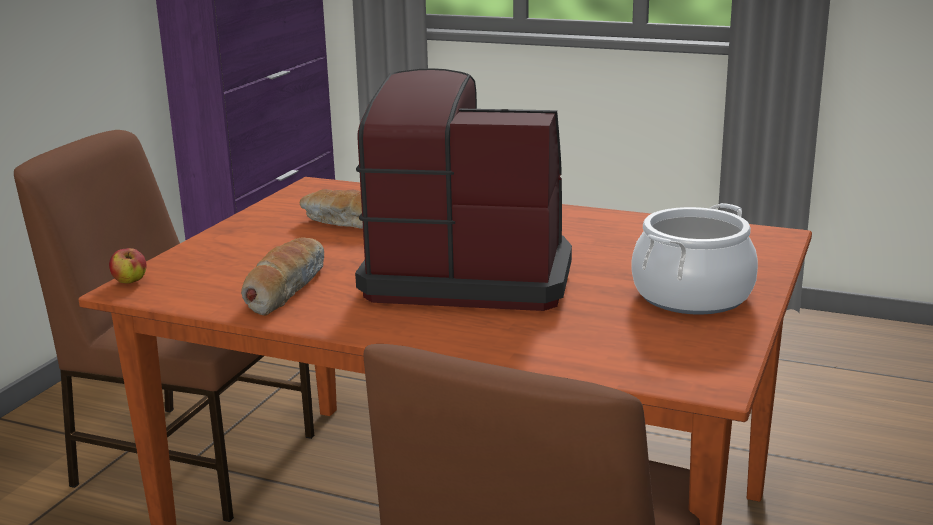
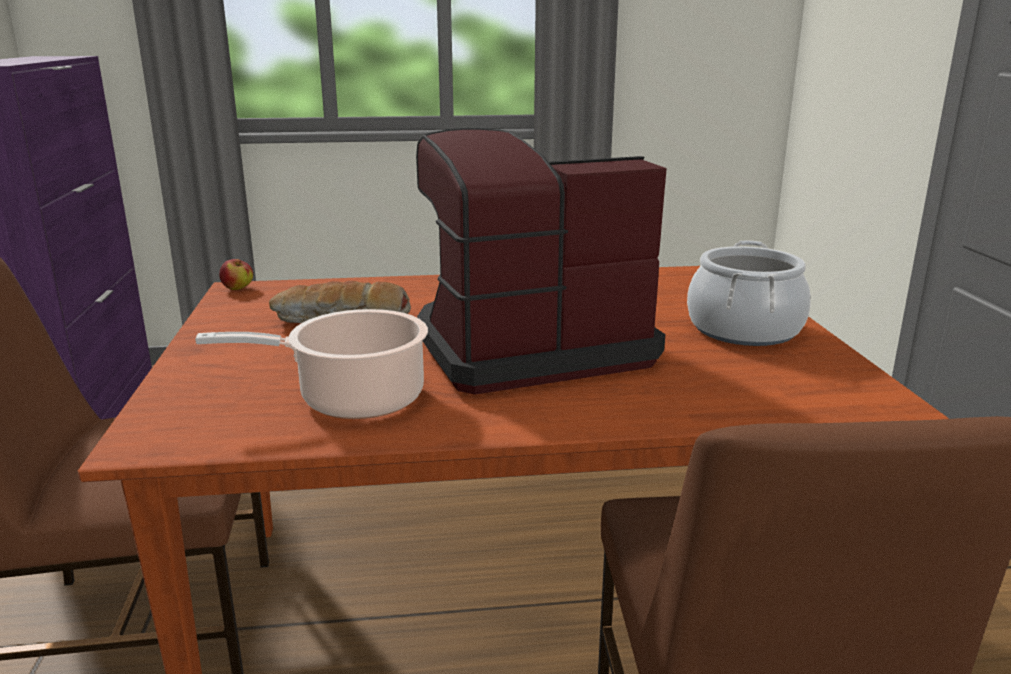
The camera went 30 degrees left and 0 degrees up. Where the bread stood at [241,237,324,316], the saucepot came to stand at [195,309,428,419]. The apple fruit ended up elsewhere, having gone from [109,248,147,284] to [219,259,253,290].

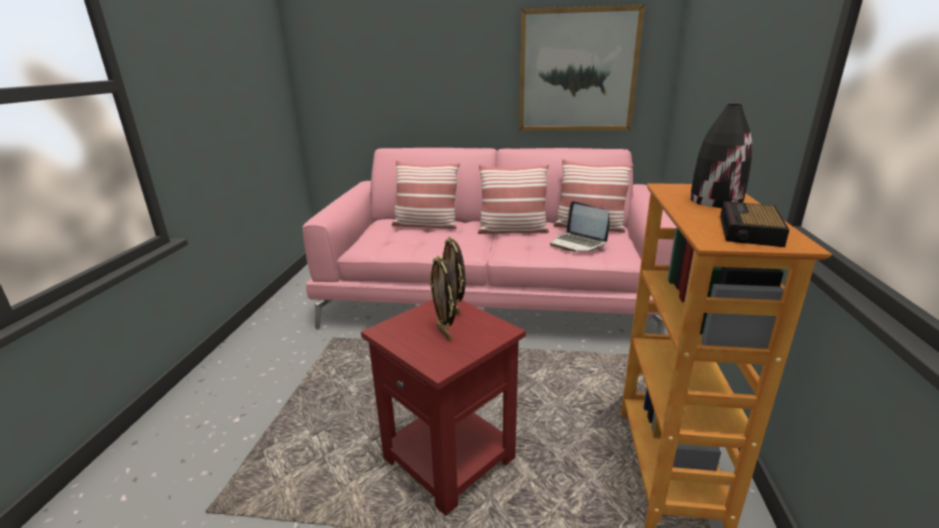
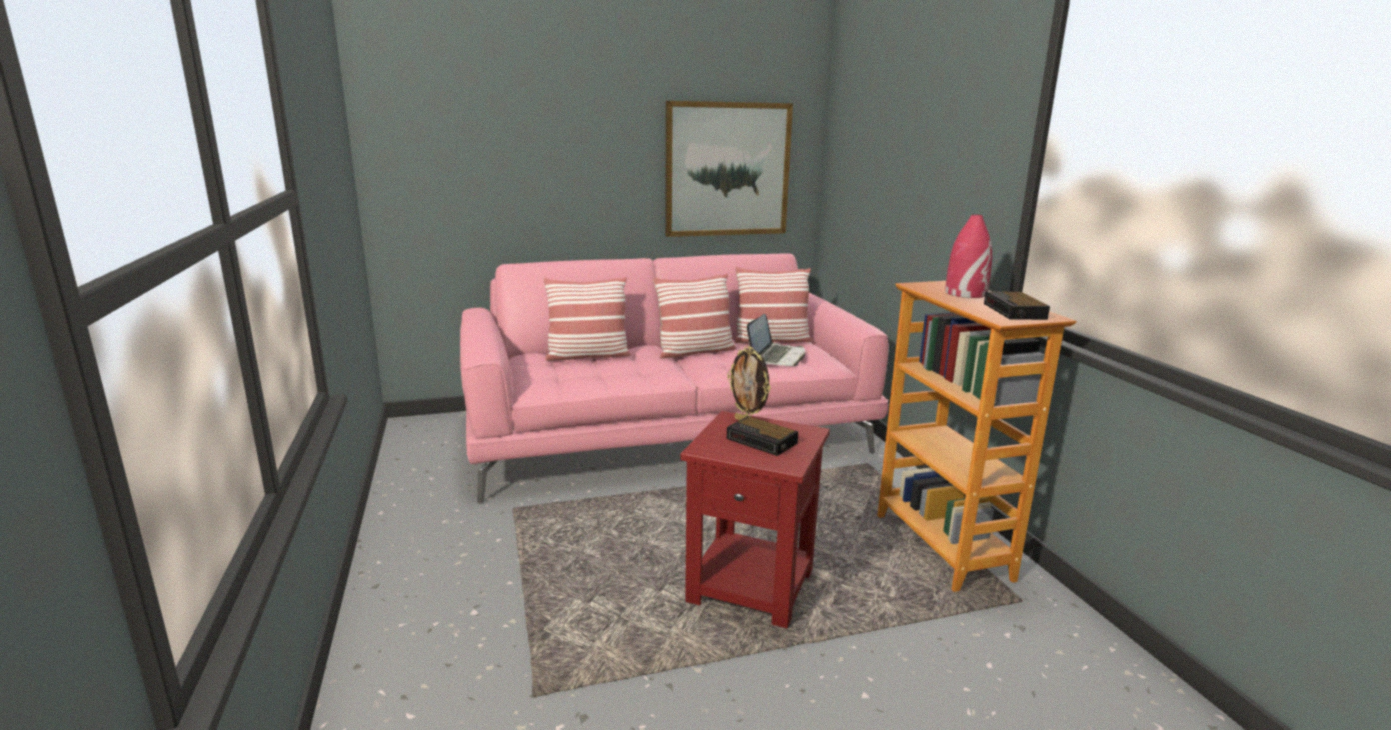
The camera went 25 degrees left and 5 degrees down. Where the picture frame stood at [429,255,456,341], the bedside clock came to stand at [727,416,798,456]. The notebook computer at [550,201,610,252] ended up facing another way, 90 degrees counterclockwise from before. What was the blackish decorative vase at [690,104,752,208] turned into the reddish decorative vase at [945,215,992,298].

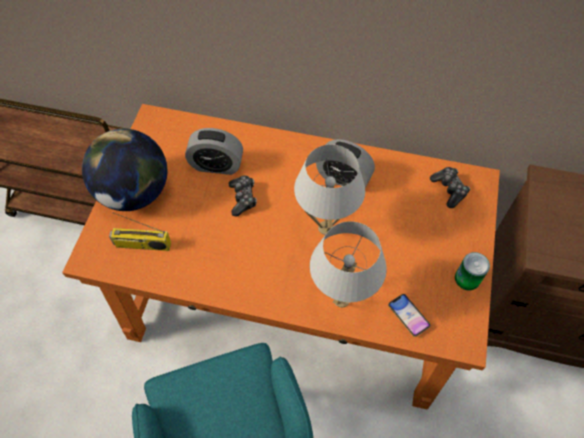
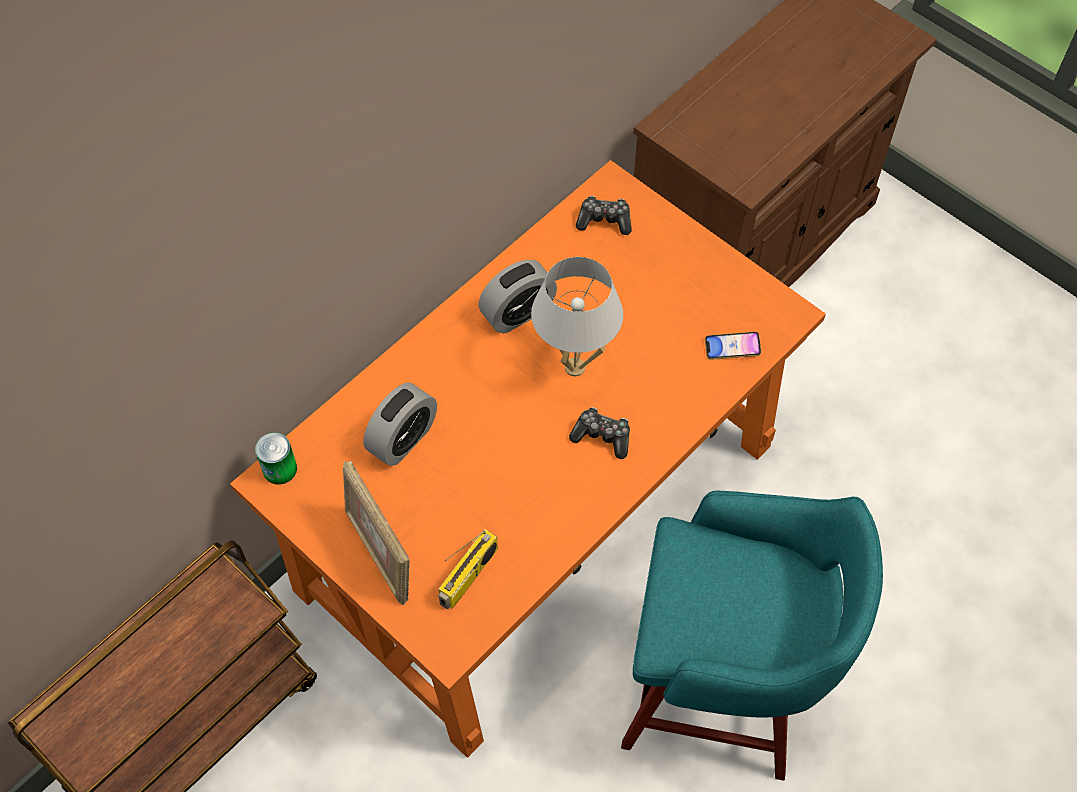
The camera went 60 degrees left and 0 degrees up. The metal can ended up elsewhere, having gone from [455,252,490,290] to [255,432,297,485]. Where the desk globe stood at [82,129,167,211], the picture frame came to stand at [343,461,410,605]. The gamepad ended up elsewhere, having gone from [229,175,257,216] to [569,407,630,459]. The second view lost the whitish table lamp at [310,221,387,308].

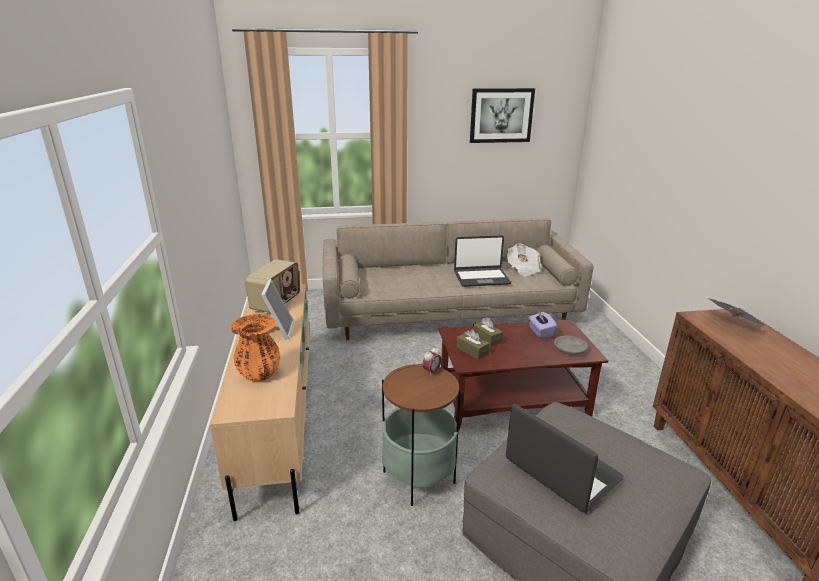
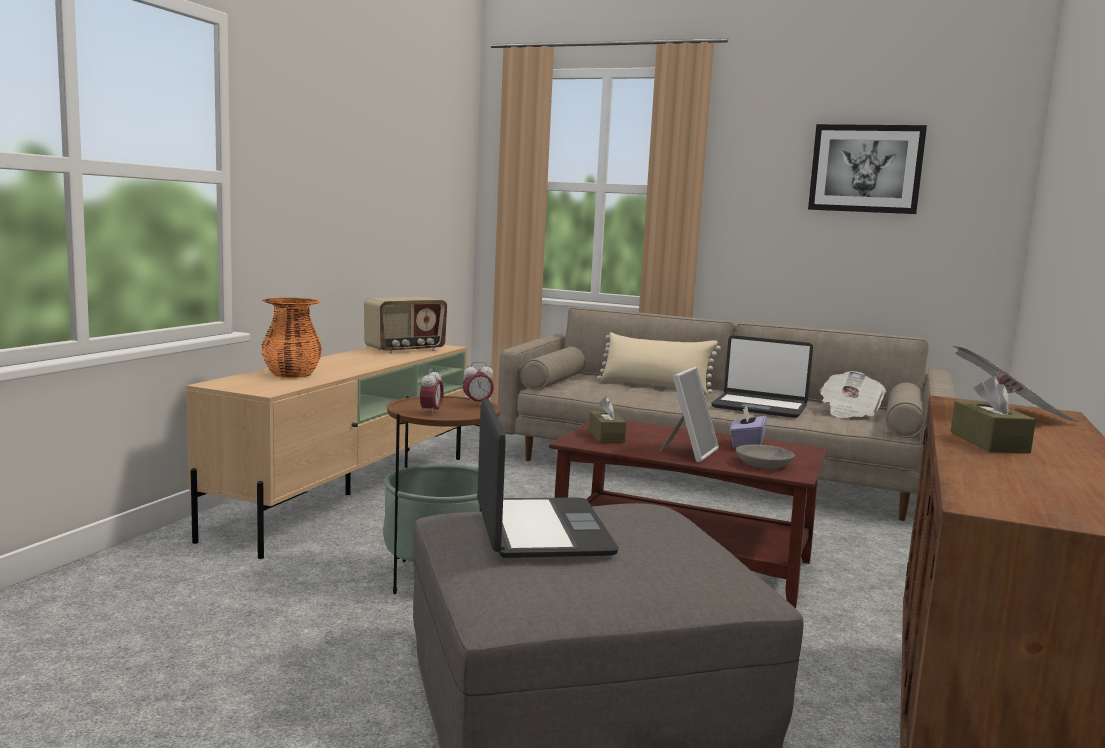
The camera went 30 degrees right and 15 degrees down. The second view gained the bedside clock at [420,367,444,415]. The second view gained the sand-coloured pillow at [597,332,721,395]. The picture frame ended up elsewhere, having gone from [261,279,294,340] to [659,367,719,462]. The brown-coloured tissue holder ended up elsewhere, having gone from [473,317,503,347] to [951,377,1036,454].

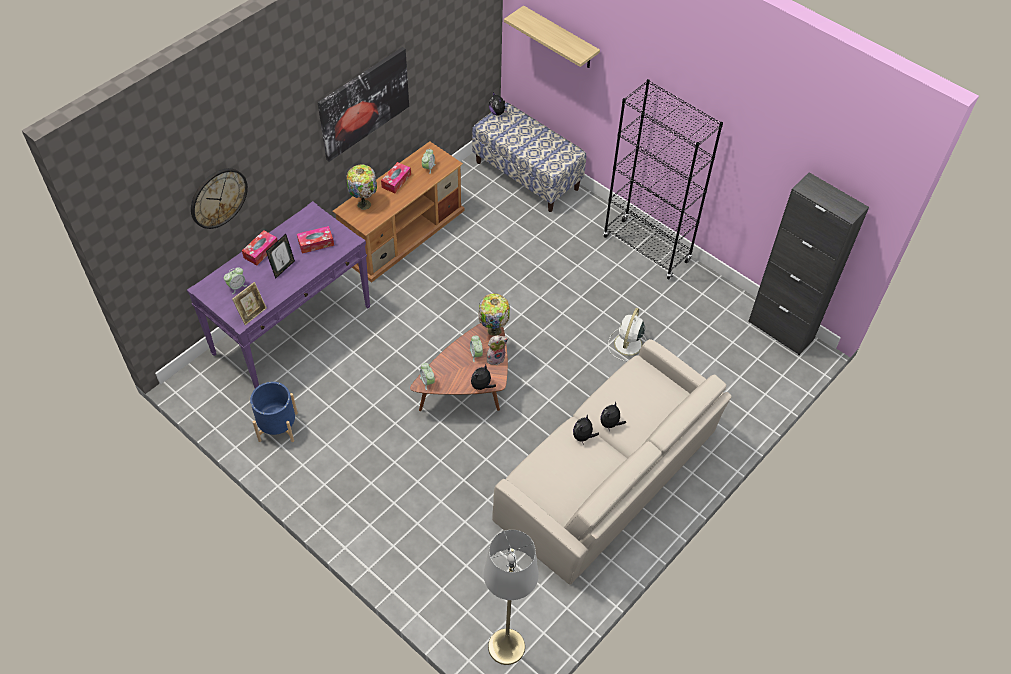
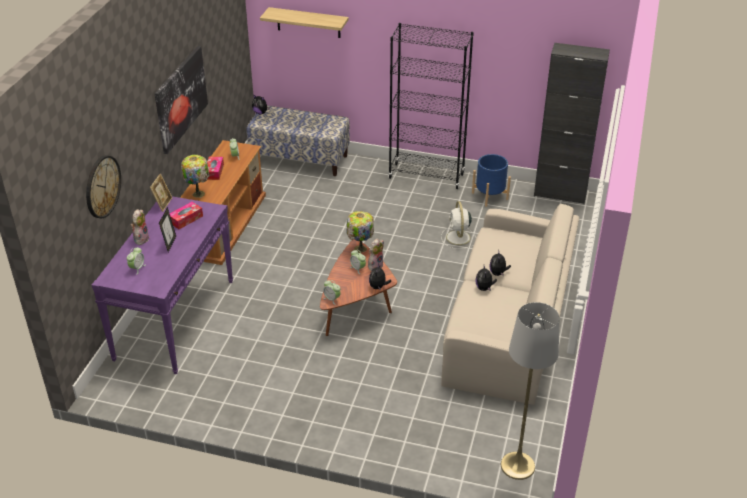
The camera went 25 degrees left and 15 degrees down. Where the tissue holder stood at [242,230,278,265], the soft toy came to stand at [131,209,149,245]. The picture frame ended up elsewhere, having gone from [232,282,267,325] to [150,174,173,212]. The bluish plant pot ended up elsewhere, having gone from [250,382,298,442] to [472,154,511,207].

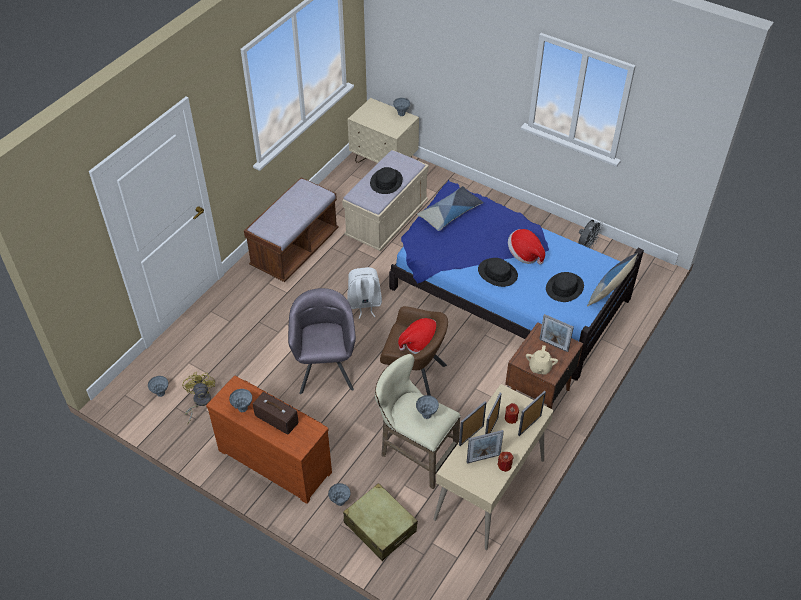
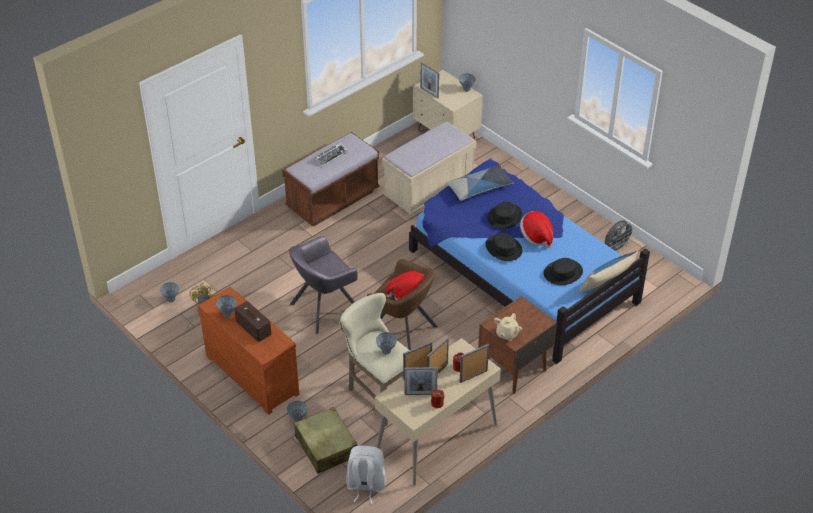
The camera went 15 degrees right and 5 degrees down. The gray easy chair at [288,288,356,394] ended up facing another way, 135 degrees counterclockwise from before. The second view gained the PC keyboard at [314,142,348,167]. The whitish backpack ended up elsewhere, having gone from [347,267,382,319] to [347,445,386,504]. The picture frame ended up elsewhere, having gone from [539,314,574,352] to [420,62,439,98]. The blackish clothing hat ended up elsewhere, having gone from [370,167,403,194] to [487,202,522,229].

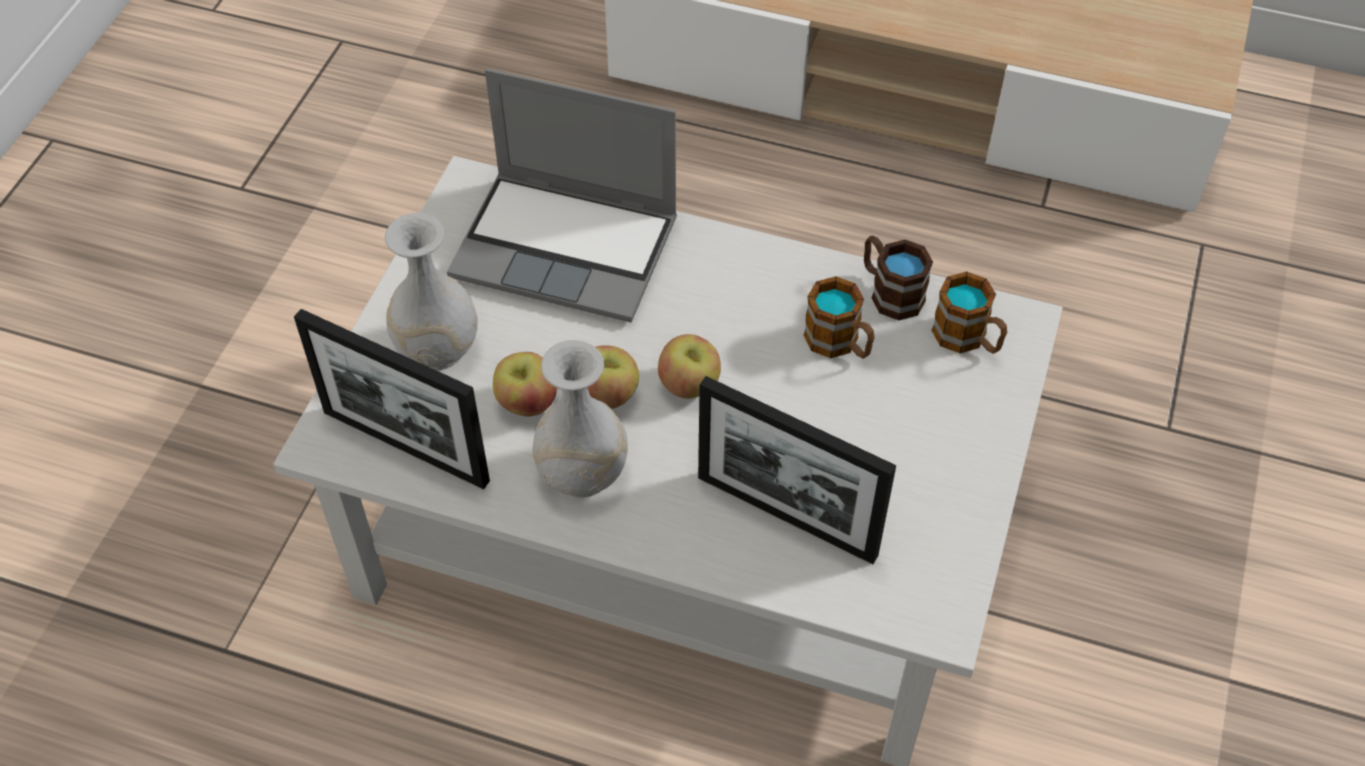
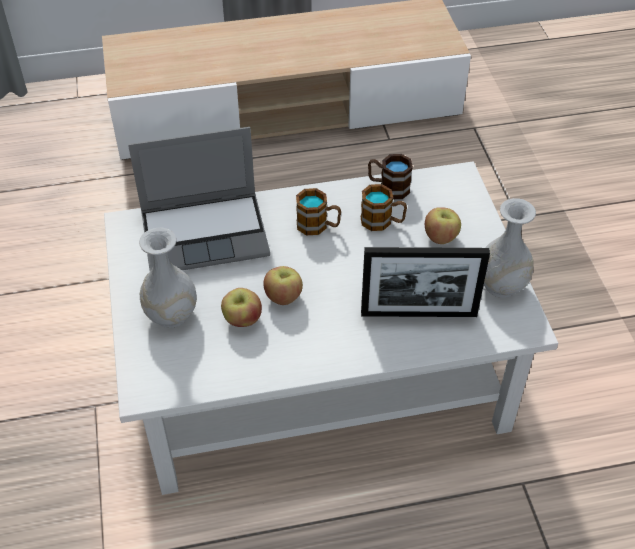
The camera went 30 degrees left and 5 degrees down. The tea mug ended up elsewhere, having gone from [931,271,1007,354] to [296,188,341,235]. The apple fruit ended up elsewhere, having gone from [658,334,721,399] to [425,207,461,244]. The whitish decorative vase ended up elsewhere, having gone from [533,340,628,497] to [484,198,536,298]. The second view lost the picture frame at [294,309,490,489].

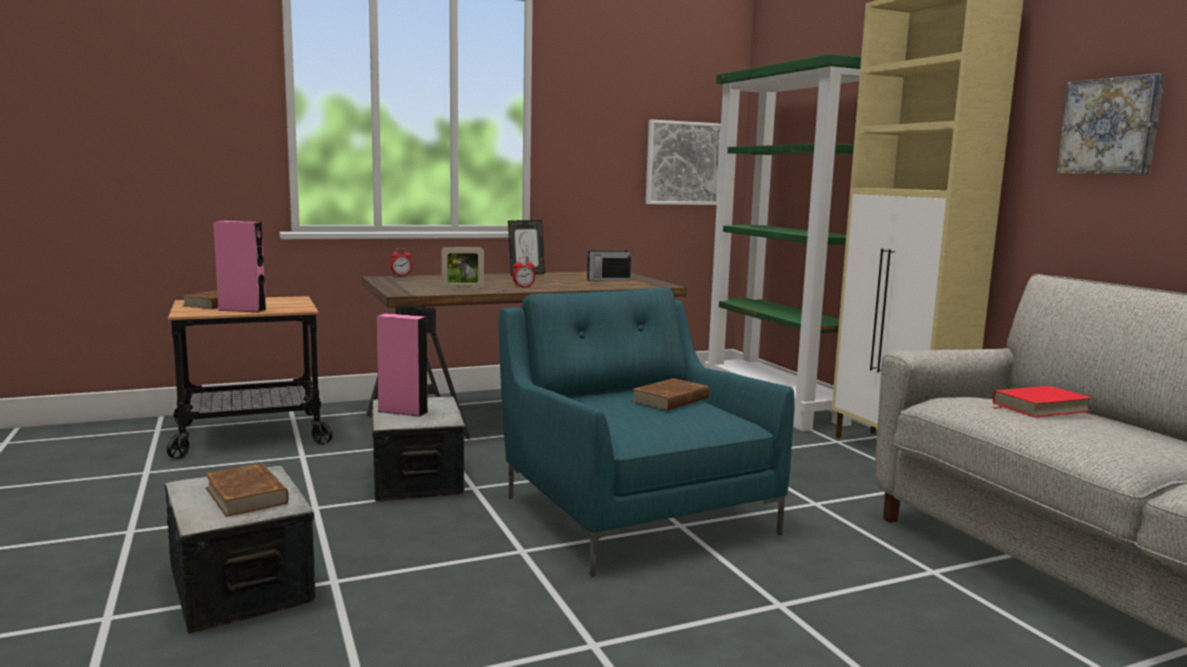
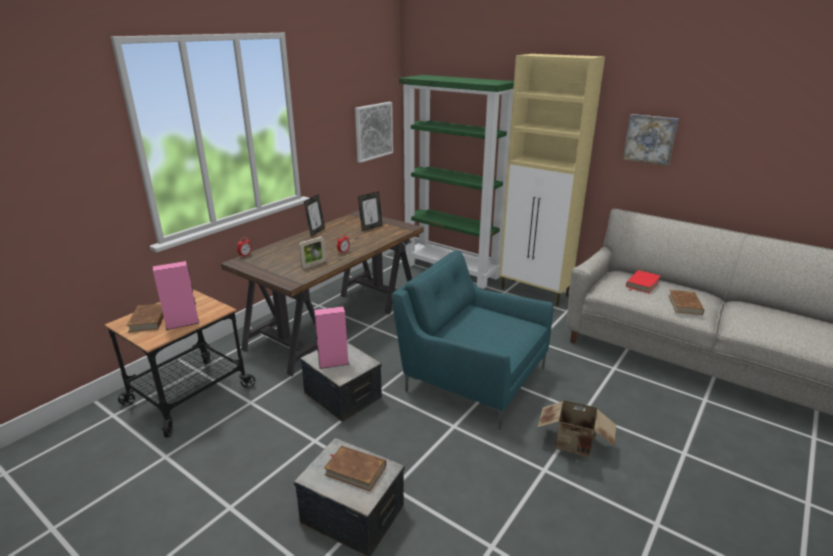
The camera went 30 degrees left and 15 degrees up. Where the radio receiver stood at [586,243,631,281], the picture frame came to stand at [358,191,383,231]. The second view gained the cardboard box at [538,400,616,457]. The brown-coloured bound book ended up elsewhere, having gone from [632,378,709,410] to [668,290,704,315].

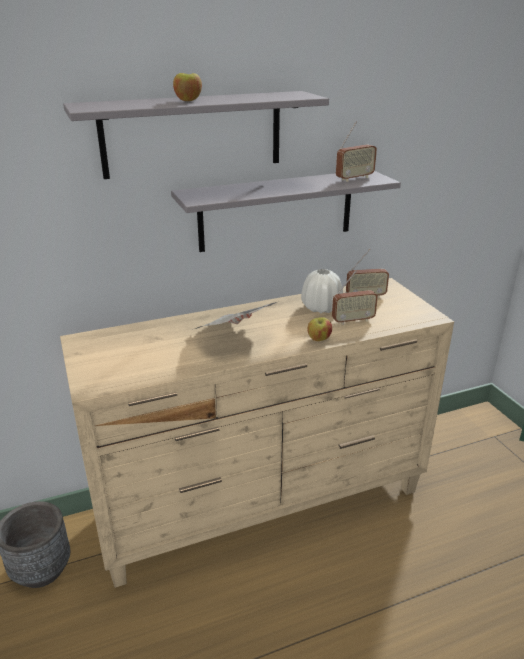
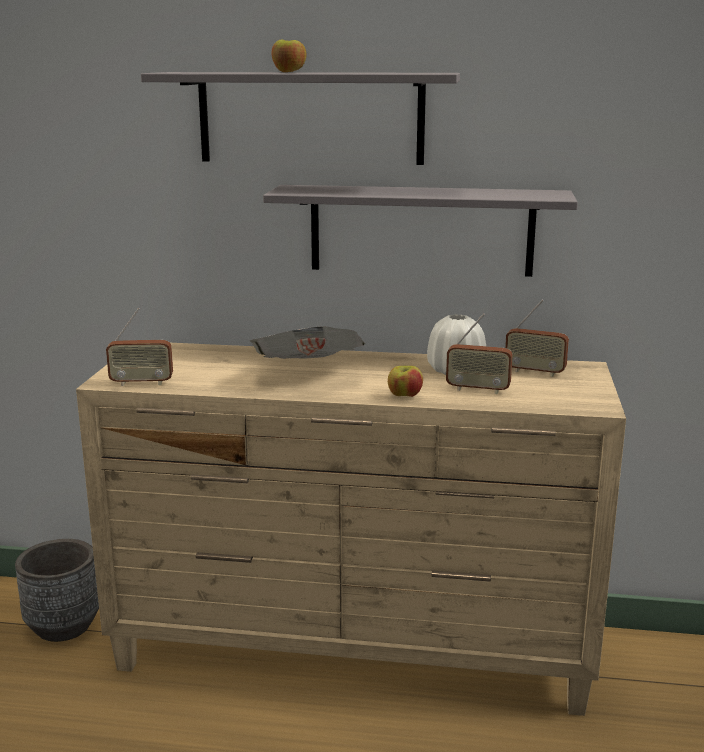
The camera went 30 degrees right and 10 degrees down. The radio receiver ended up elsewhere, having gone from [336,122,377,182] to [106,308,173,386].

